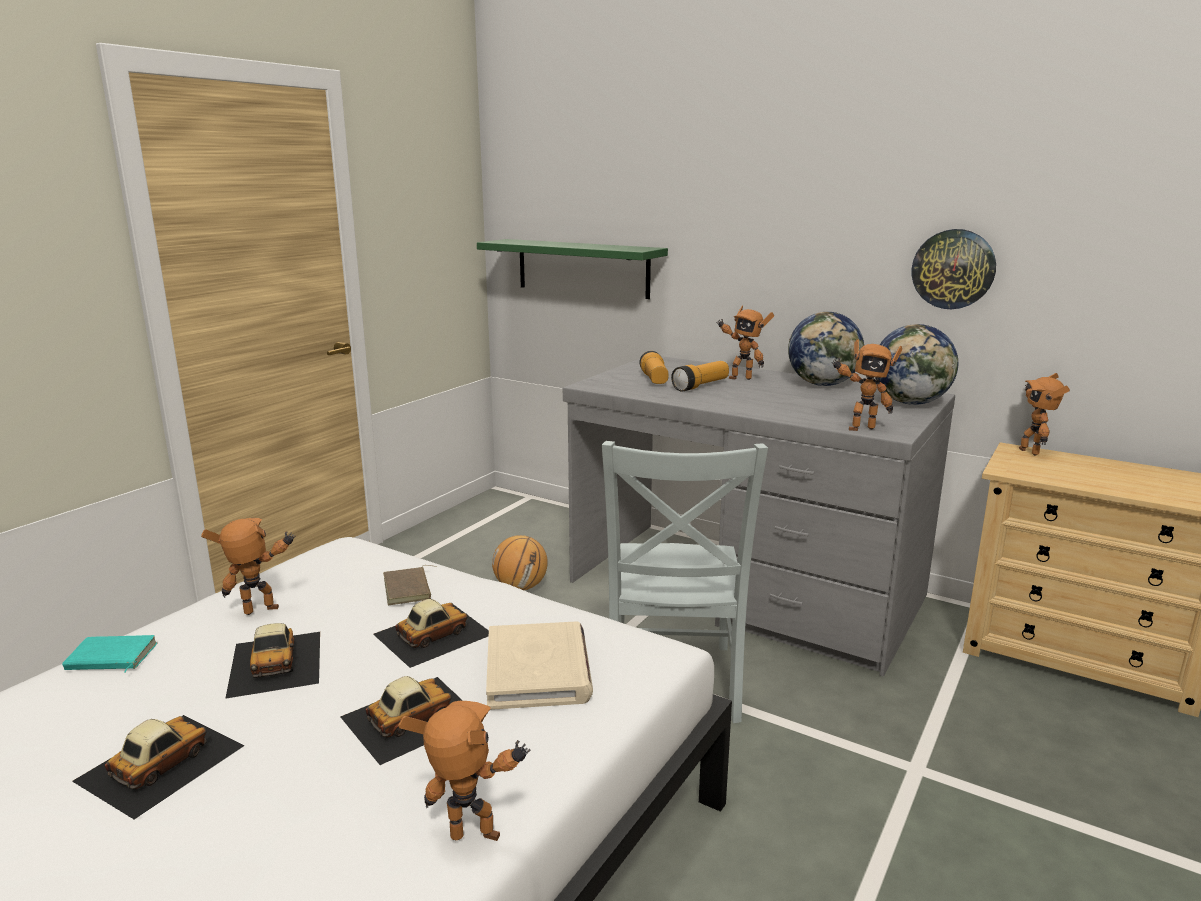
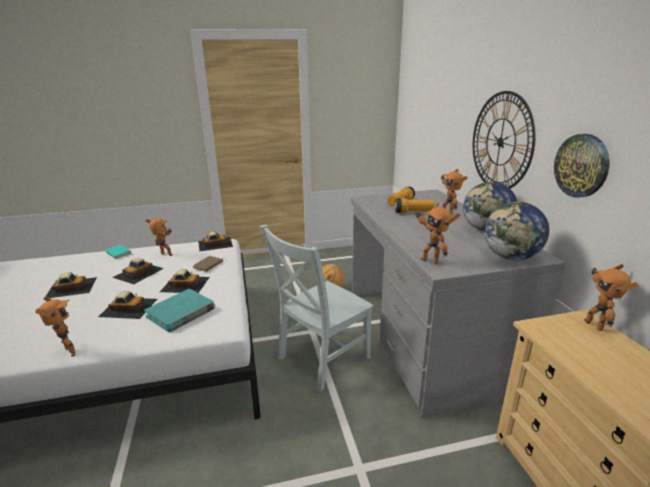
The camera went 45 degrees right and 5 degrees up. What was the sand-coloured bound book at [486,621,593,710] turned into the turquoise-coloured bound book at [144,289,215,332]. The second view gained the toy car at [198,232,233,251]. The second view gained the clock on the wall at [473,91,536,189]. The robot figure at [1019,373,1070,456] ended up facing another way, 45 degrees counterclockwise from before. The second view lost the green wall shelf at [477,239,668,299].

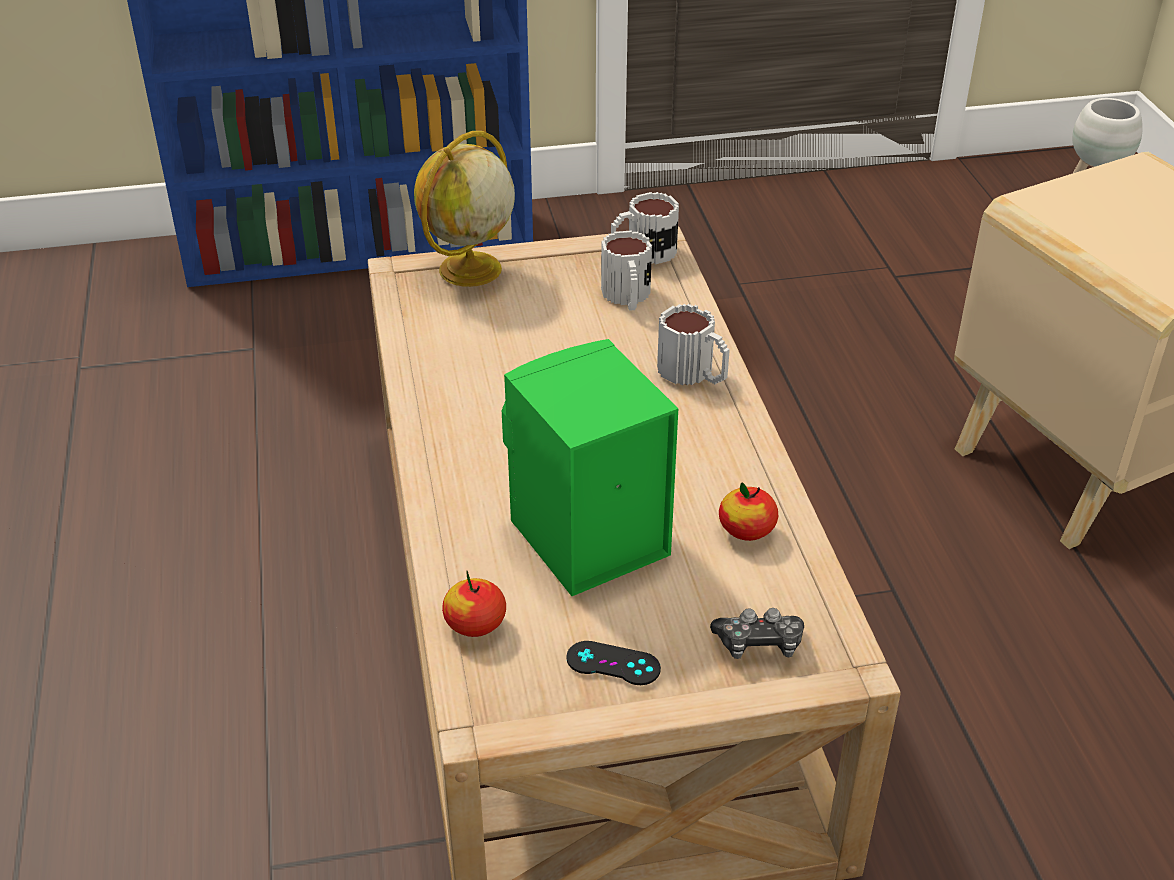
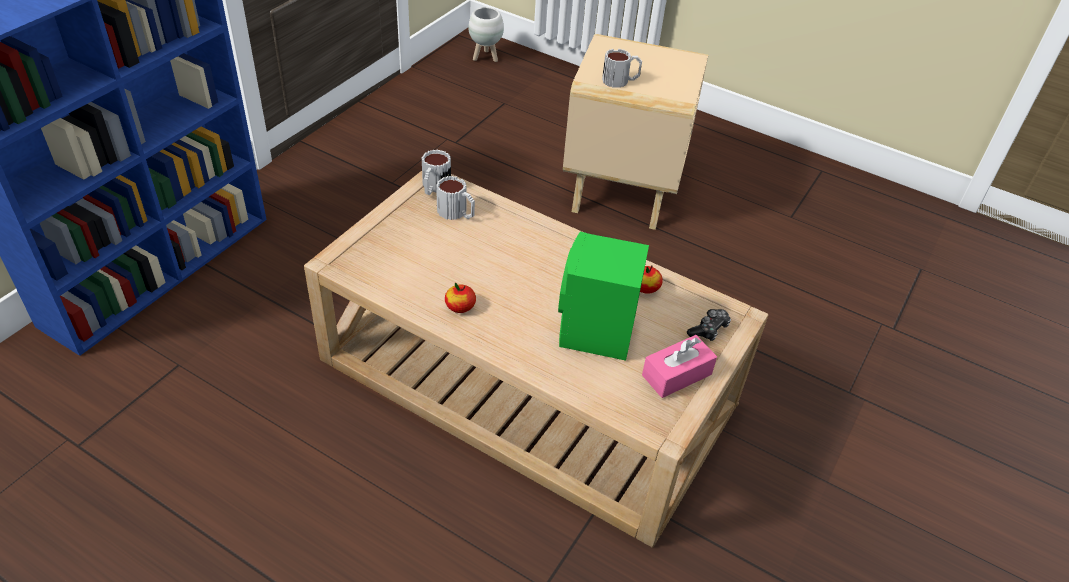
The camera went 50 degrees left and 5 degrees up. The apple fruit ended up elsewhere, having gone from [442,571,506,637] to [445,283,476,313]. The tea mug ended up elsewhere, having gone from [657,304,730,385] to [602,49,642,88]. Where the blackish gamepad stood at [566,641,661,685], the pink tissue holder came to stand at [642,335,717,398]. The second view lost the desk globe at [414,131,515,287].

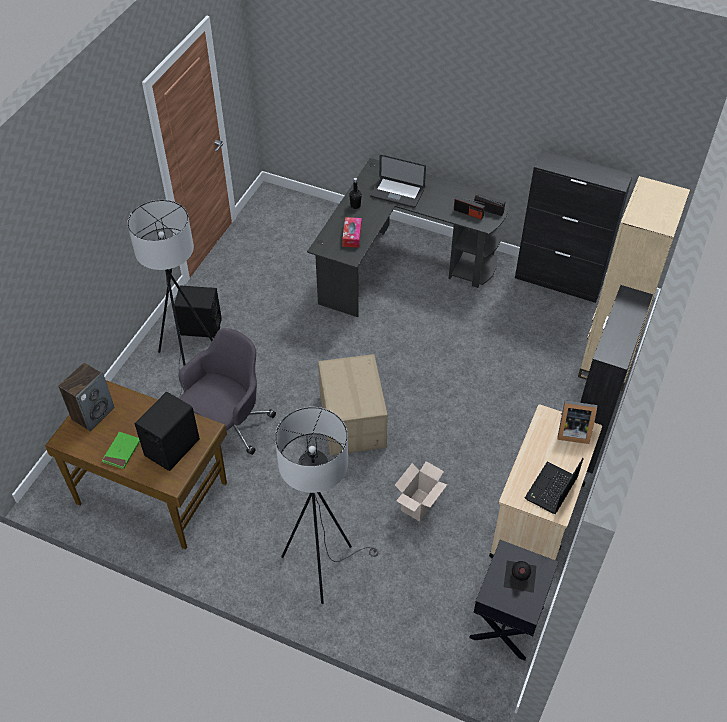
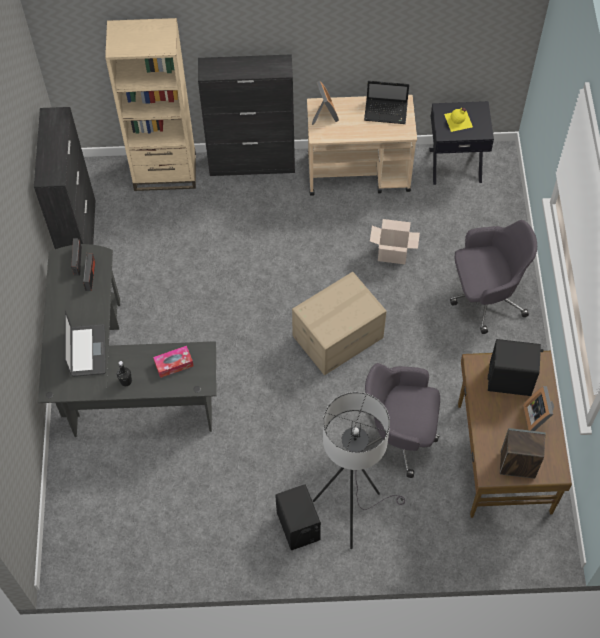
The camera went 115 degrees left and 10 degrees up. What was the blackish drink bottle at [504,561,537,593] turned into the yellow-coloured drink bottle at [444,108,473,132]. Where the gray standing lamp stood at [275,407,378,604], the gray computer chair came to stand at [450,220,537,334]. Where the green bound book stood at [102,432,140,469], the picture frame came to stand at [523,386,554,431].

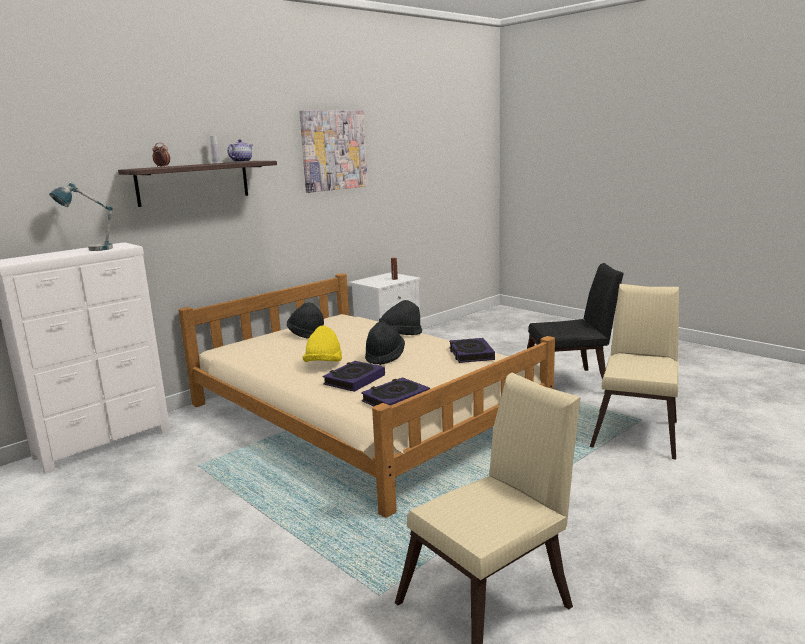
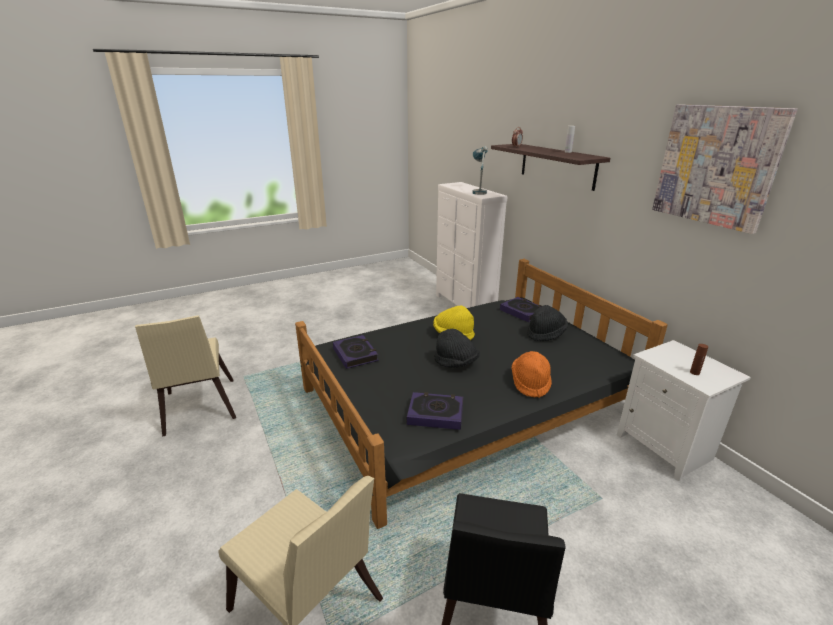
The camera went 105 degrees right and 10 degrees up. What was the sand-coloured bed at [179,273,555,518] turned into the blackish bed at [295,259,668,529]. The bound book ended up elsewhere, having gone from [323,361,385,392] to [500,297,542,322]. What was the blackish clothing hat at [379,300,422,335] turned into the orange clothing hat at [512,351,552,398]. The second view lost the tea pot at [227,139,252,162].

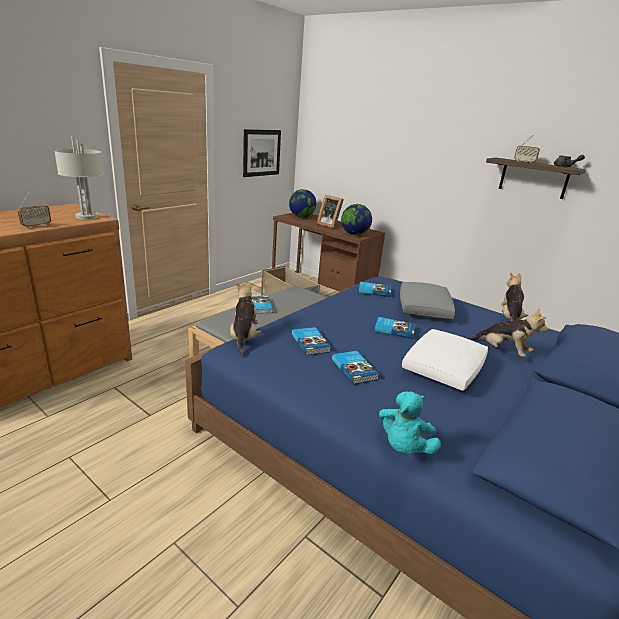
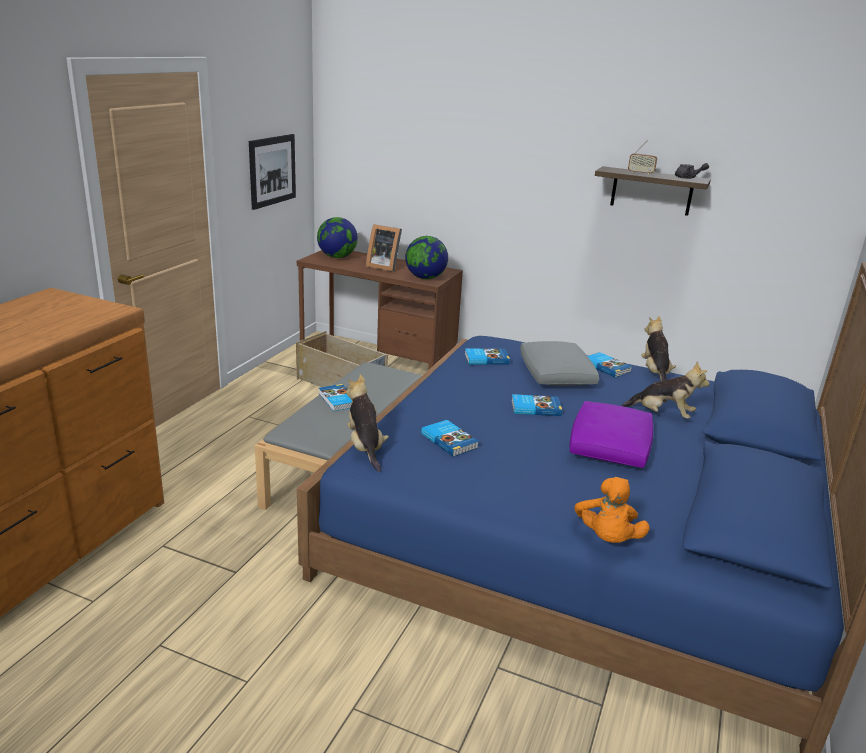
The camera went 15 degrees left and 0 degrees up. What was the whitish pillow at [402,329,488,391] turned into the purple pillow at [569,401,653,468]. What was the turquoise-coloured soft toy at [379,391,441,454] turned into the orange soft toy at [574,477,650,543]. The bound book ended up elsewhere, having gone from [332,351,379,384] to [588,352,632,378]. The second view lost the radio receiver at [18,192,51,228]. The second view lost the gray table lamp at [54,136,104,220].

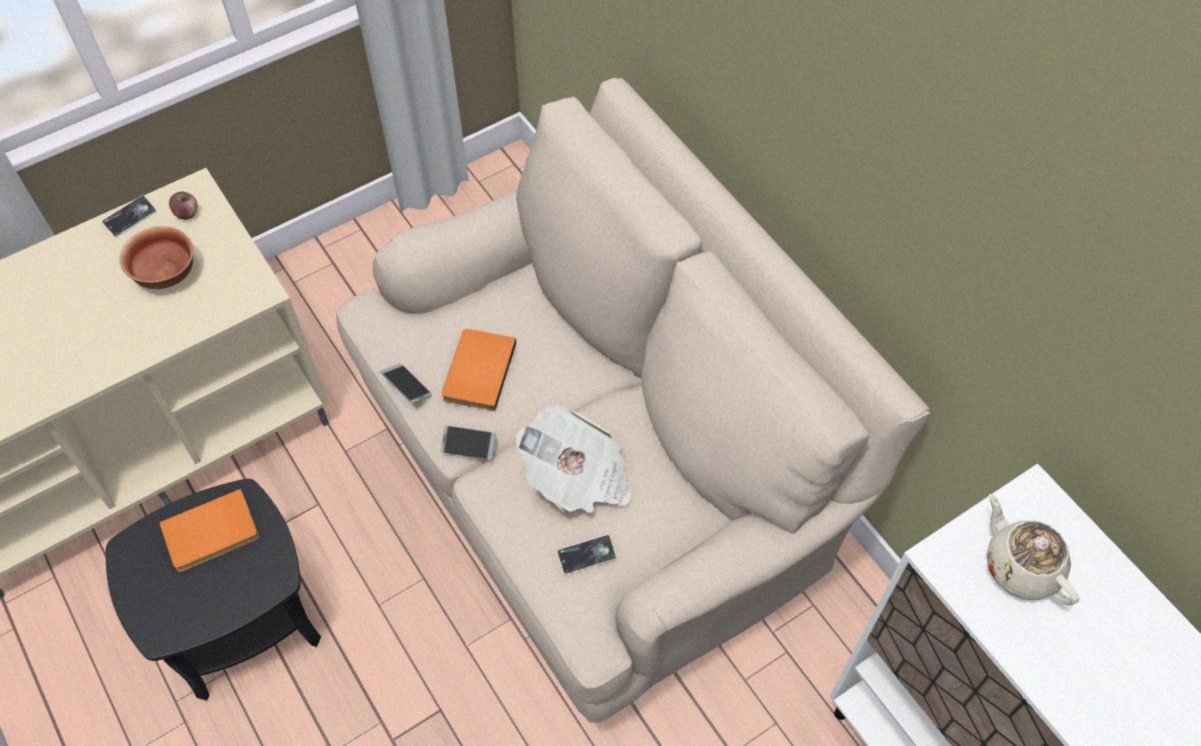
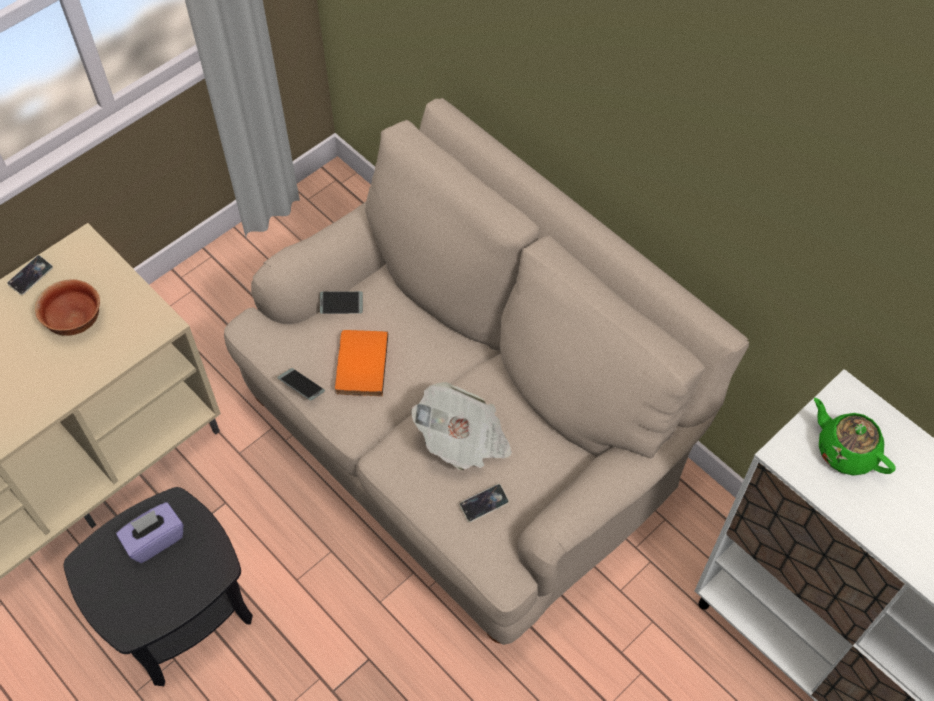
The camera went 10 degrees left and 0 degrees up. Where the orange bound book stood at [159,489,259,572], the purple tissue holder came to stand at [116,502,183,563]. The handset ended up elsewhere, having gone from [440,426,496,460] to [320,291,363,314]. What was the sand-coloured tea pot at [987,494,1079,605] turned into the green tea pot at [814,398,896,476]. The second view lost the apple fruit at [169,191,198,220].

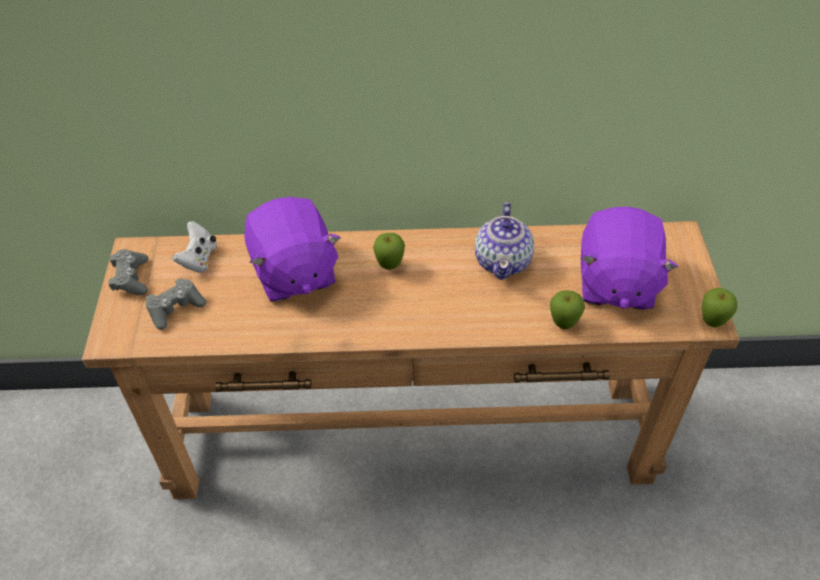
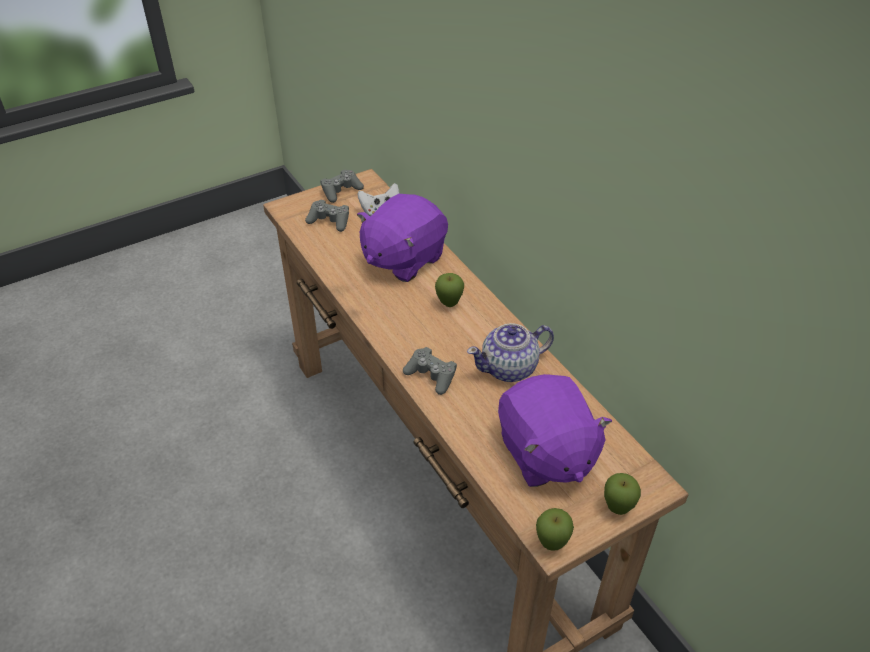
The camera went 60 degrees right and 5 degrees down. The second view gained the gray gamepad at [403,347,457,395]. The purple soft toy at [581,207,678,310] ended up facing another way, 90 degrees counterclockwise from before. The apple fruit ended up elsewhere, having gone from [550,290,585,329] to [604,473,641,515].

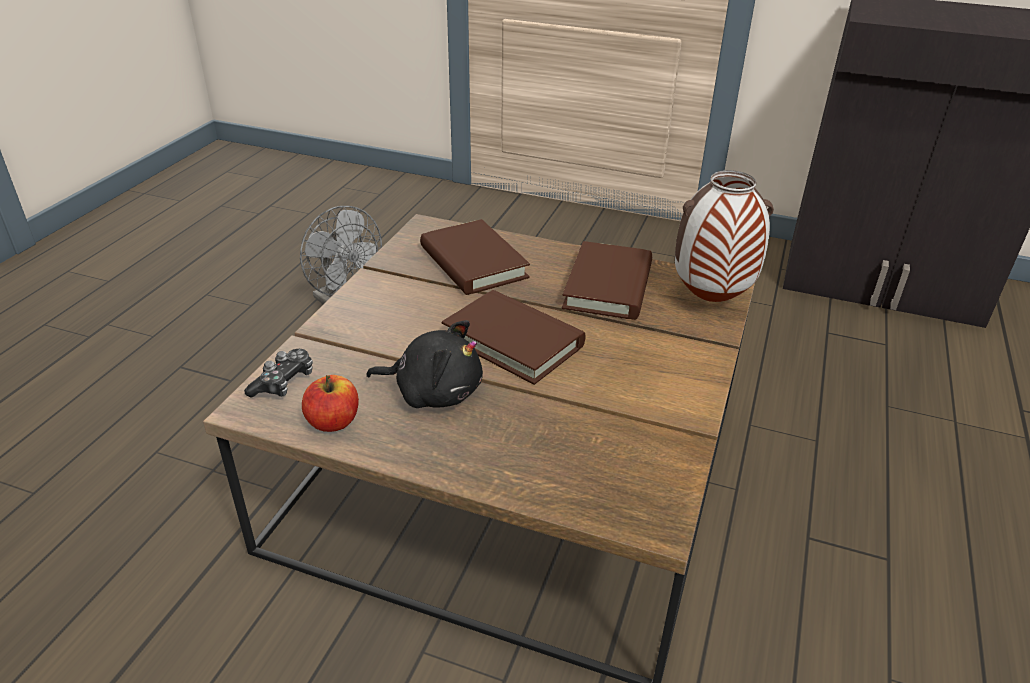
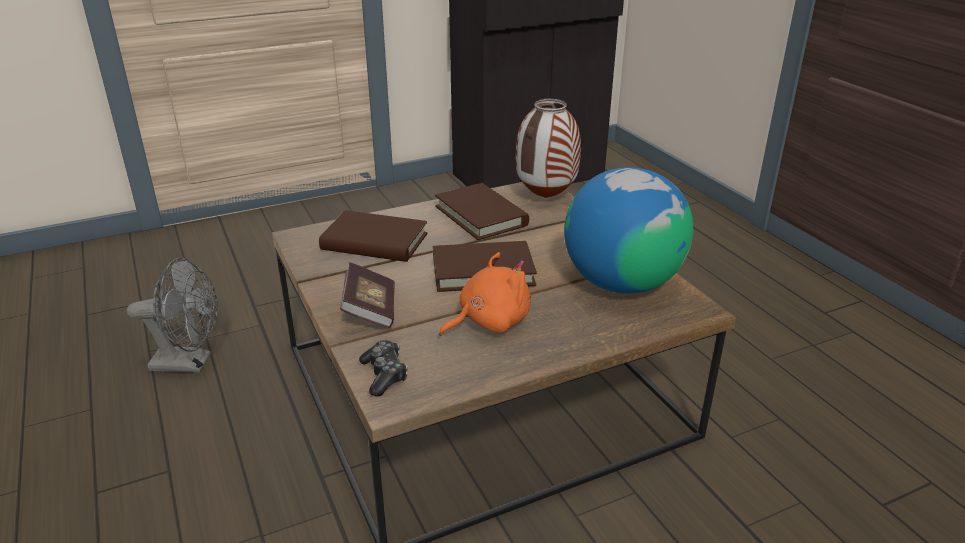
The camera went 45 degrees left and 5 degrees down. The second view gained the bound book at [340,262,395,328]. What was the blackish soft toy at [366,320,483,408] turned into the orange soft toy at [439,252,531,336]. The second view gained the desk globe at [564,167,693,294]. The second view lost the apple fruit at [302,375,359,432].

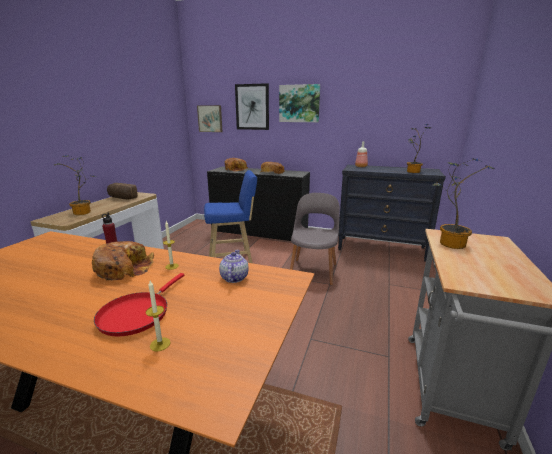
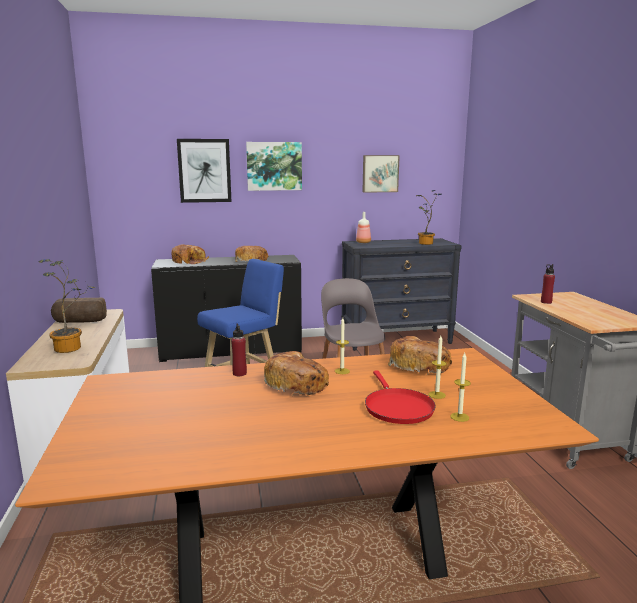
The camera went 30 degrees left and 5 degrees down. The wall picture ended up elsewhere, having gone from [197,105,222,132] to [362,155,400,193]. Where the tea pot stood at [219,250,249,283], the bread came to stand at [388,336,452,375]. The second view gained the candle at [428,336,447,399]. Where the plant in a pot stood at [432,158,493,249], the reddish drink bottle came to stand at [541,264,555,304].

